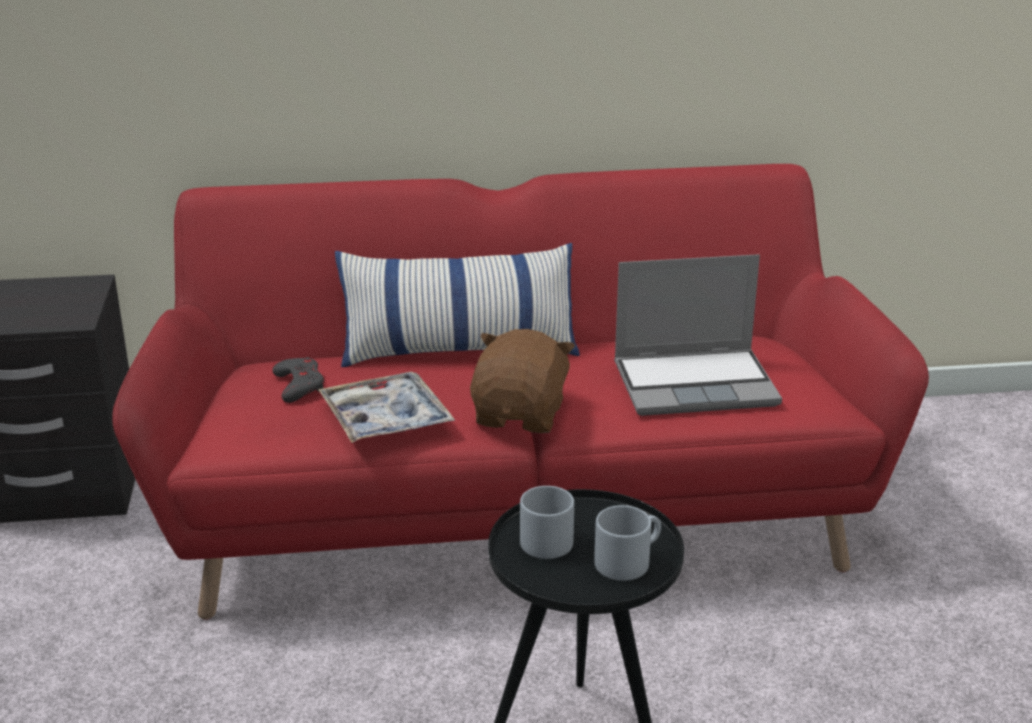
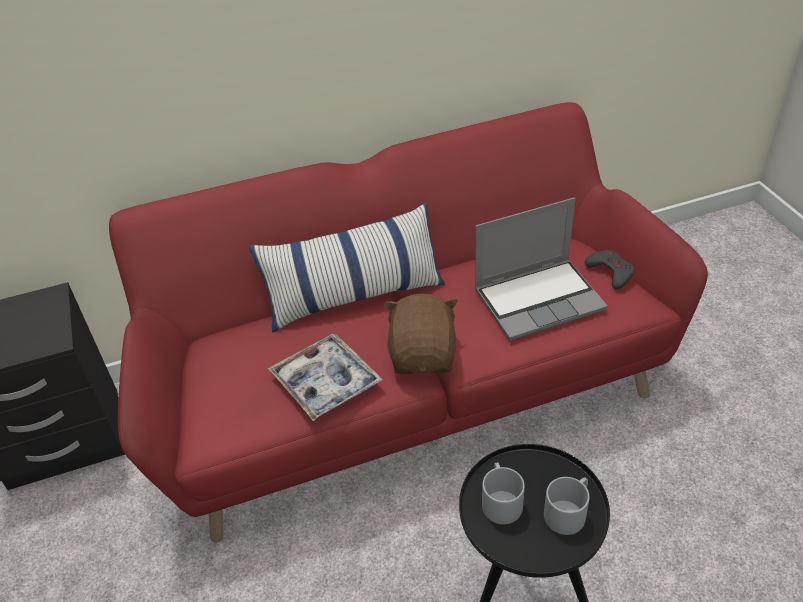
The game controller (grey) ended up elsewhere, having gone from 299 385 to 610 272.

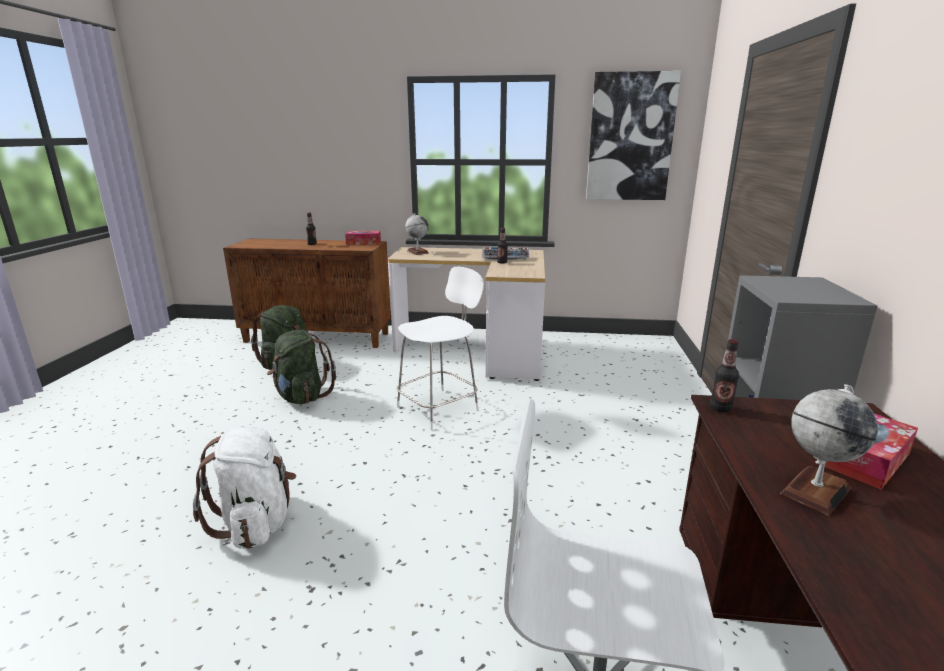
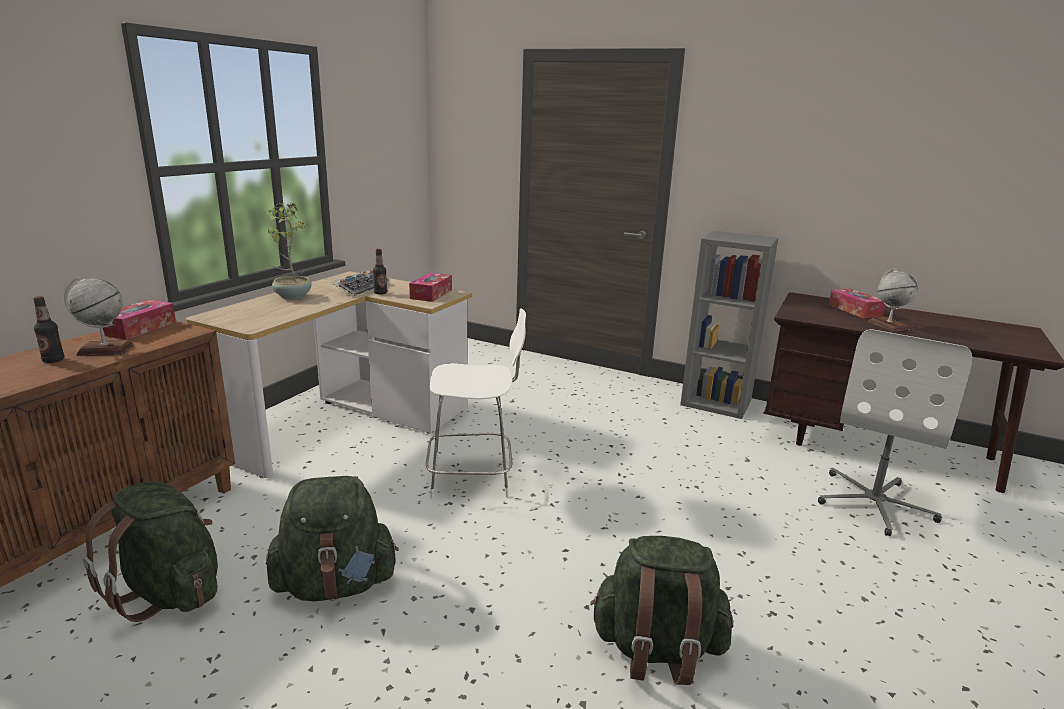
What was the backpack (white) at 256 522 turned into the backpack (green) at 657 650.
The chair (white) at 440 407 ended up facing another way, 105 degrees clockwise from before.
The globe ended up elsewhere, having gone from 417 252 to 105 350.
The second view lost the picture at 630 138.
The second view lost the bottle at 720 408.
The second view gained the potted plant at 292 296.
The second view gained the tissue box at 431 294.

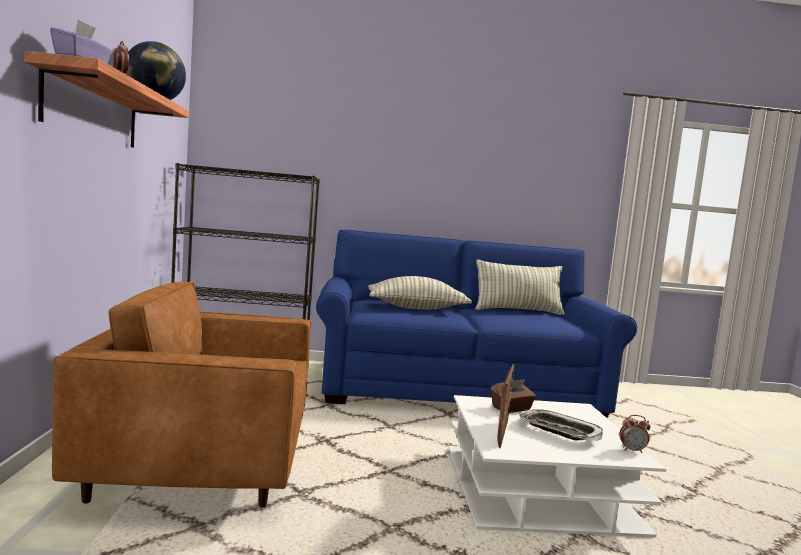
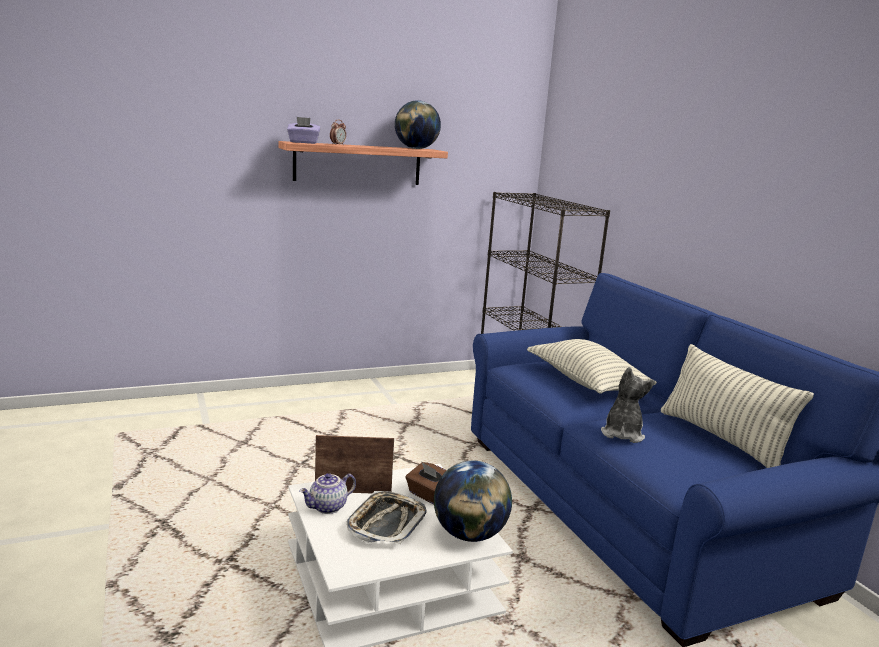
The second view lost the armchair (brown) at 203 469.
The second view lost the alarm clock at 632 450.
The second view gained the teapot at 328 507.
The second view gained the globe at 469 534.
The second view gained the plush toy at 622 434.

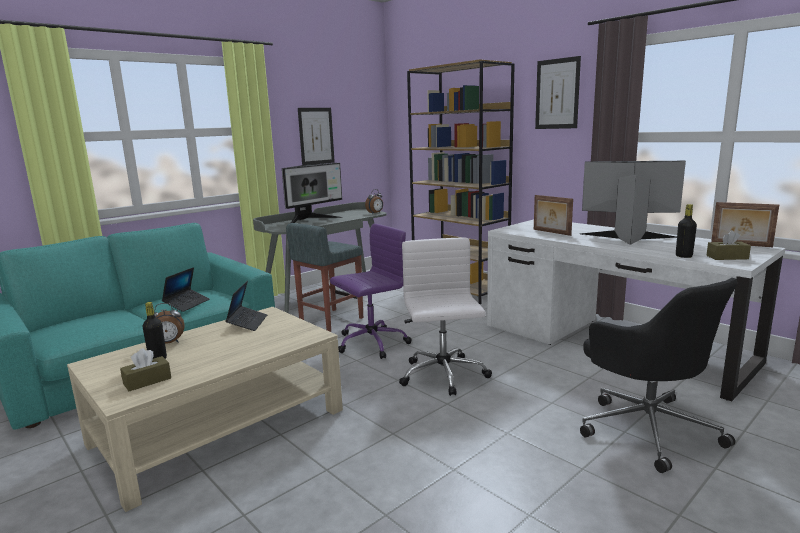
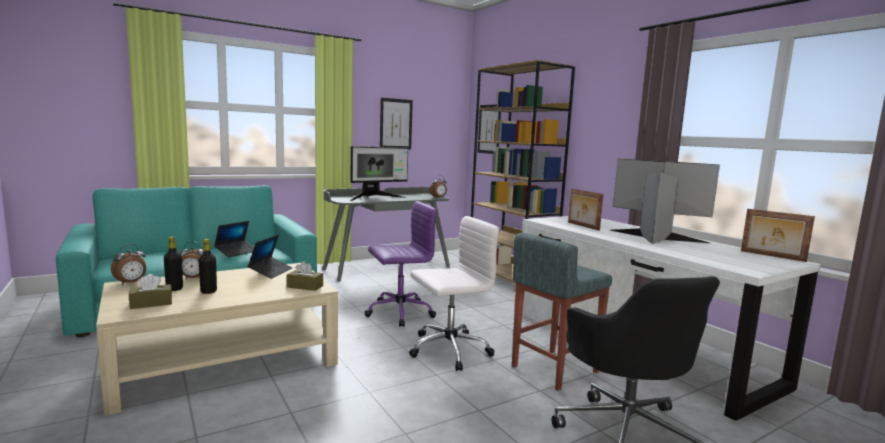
The stool (grey) ended up elsewhere, having gone from 330 320 to 553 369.
The office chair (white) at 443 376 ended up facing another way, 60 degrees clockwise from before.
The picture ended up elsewhere, having gone from 557 94 to 489 129.
The bottle (black) ended up elsewhere, having gone from 683 256 to 208 291.
The tissue box (brown) ended up elsewhere, having gone from 727 257 to 305 286.
The second view gained the alarm clock at 131 283.

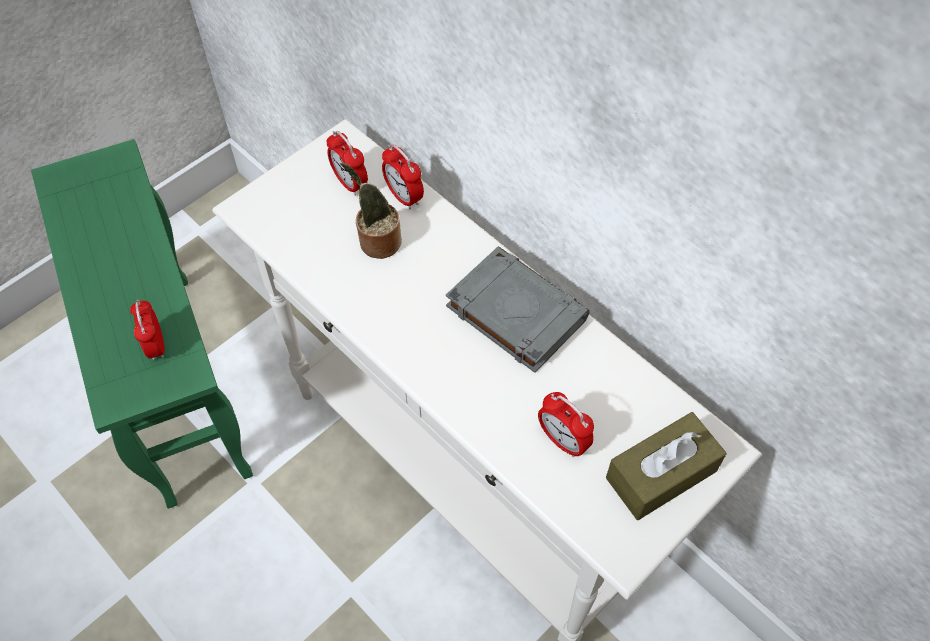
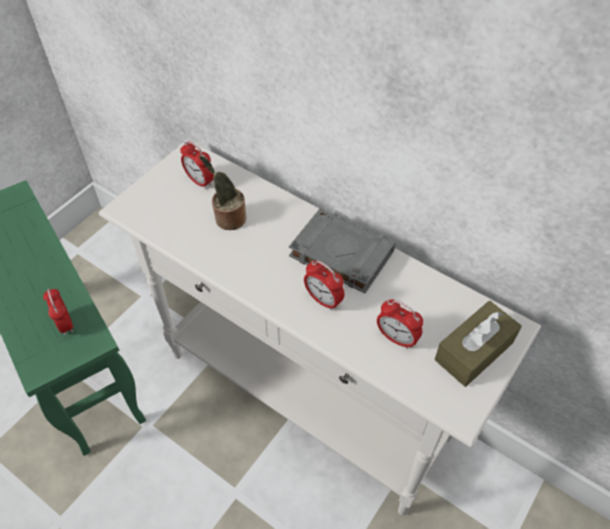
The alarm clock ended up elsewhere, having gone from 404 197 to 323 300.

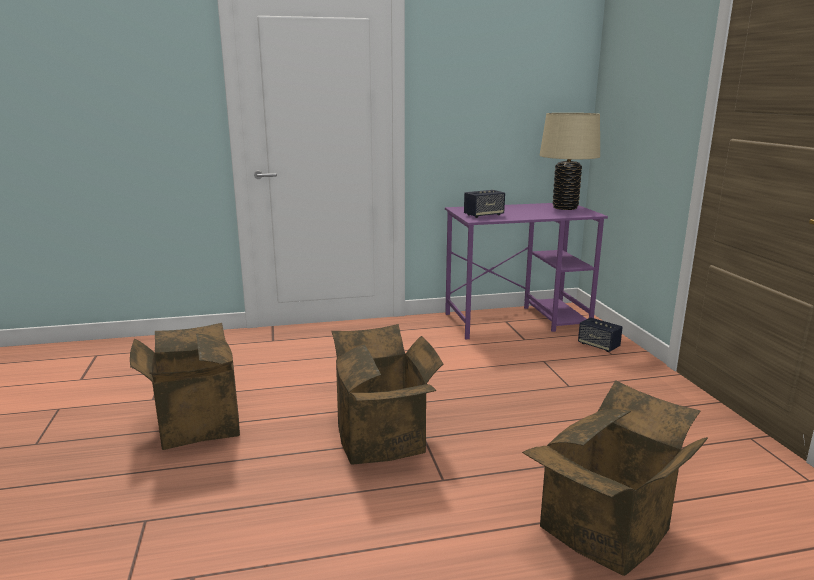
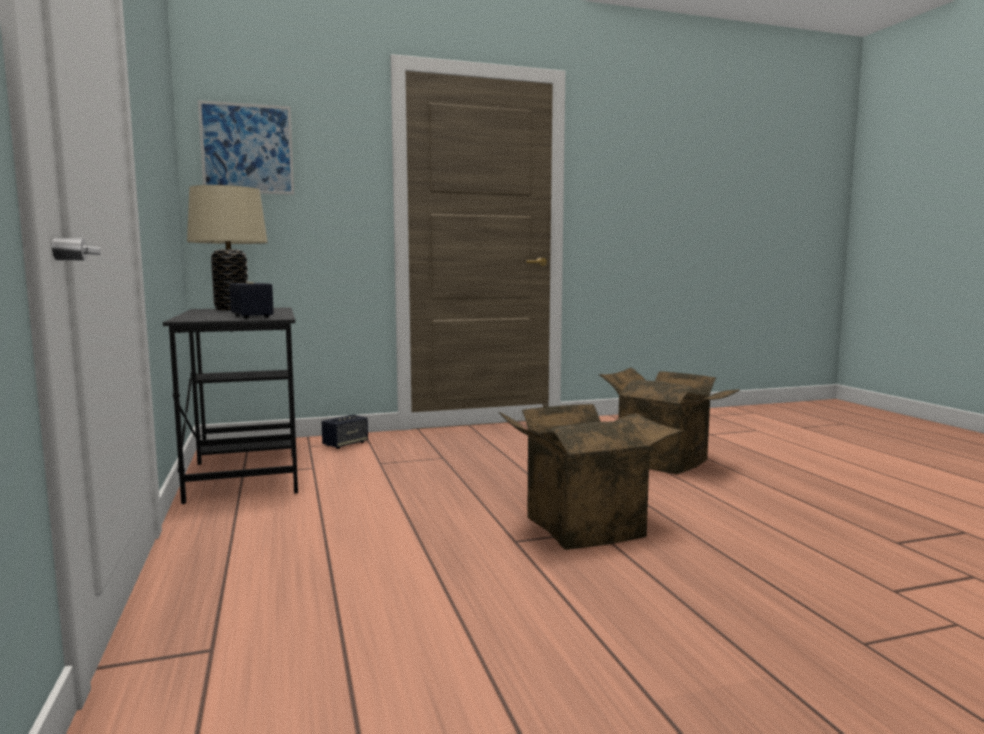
The second view lost the cardboard box at 195 425.
What was the desk (purple) at 518 321 turned into the desk (black) at 245 468.
The second view gained the picture at 247 149.

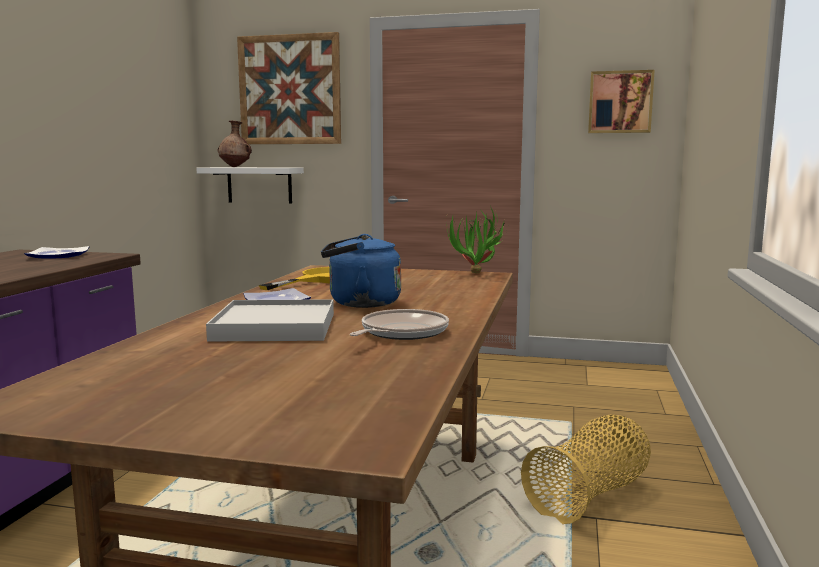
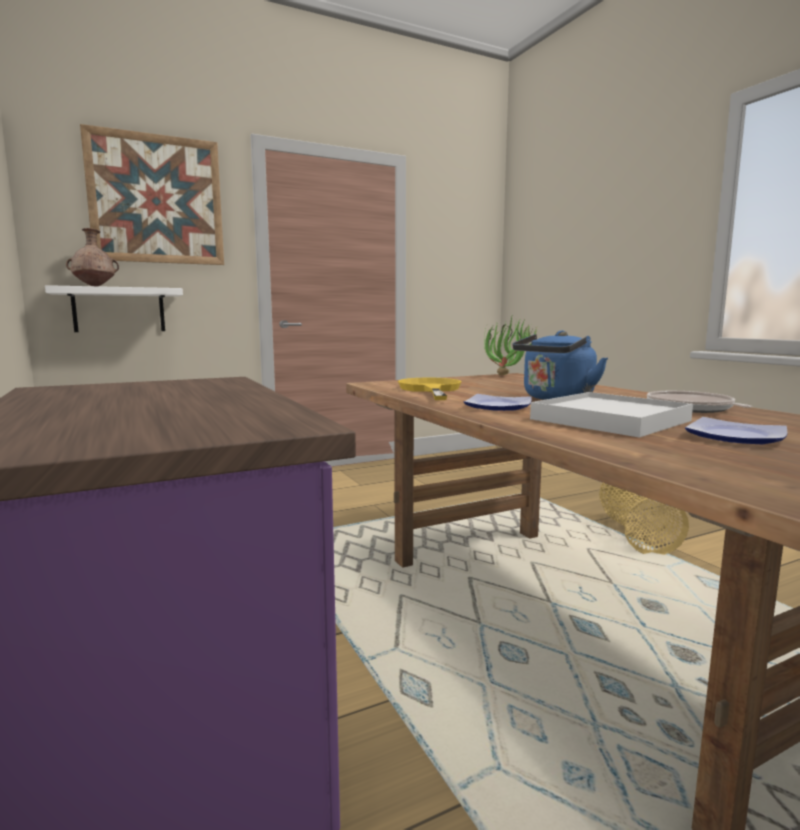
The plate ended up elsewhere, having gone from 59 255 to 733 436.
The second view lost the picture at 620 102.

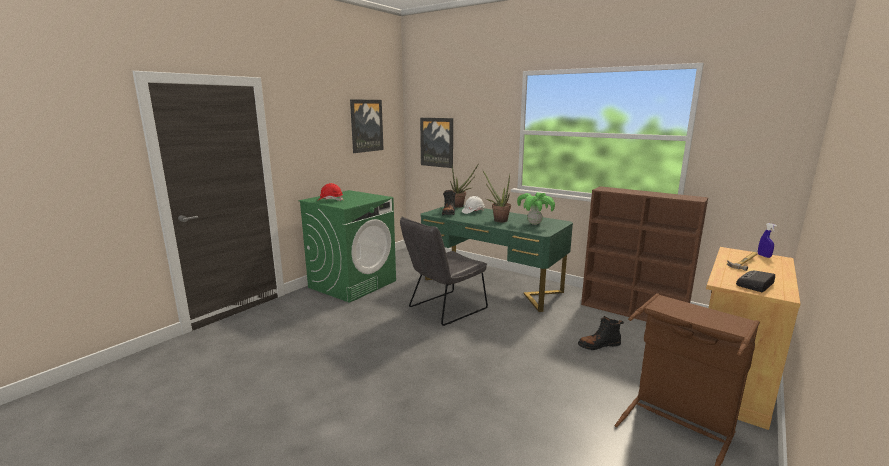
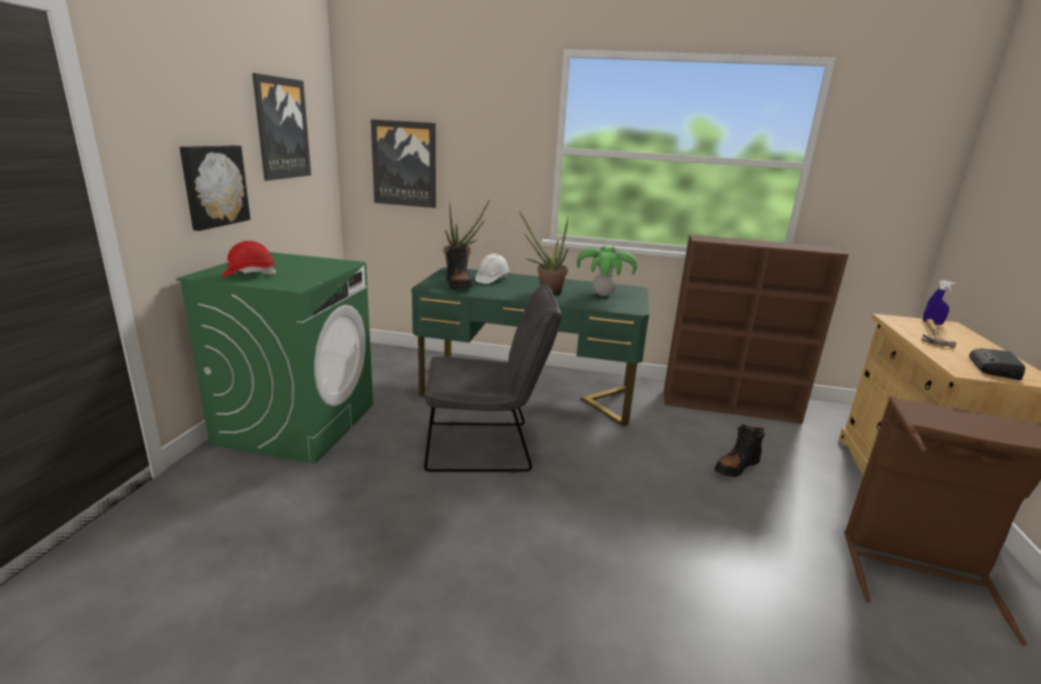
The chair (grey) at 443 309 ended up facing another way, 120 degrees counterclockwise from before.
The second view gained the picture at 214 186.

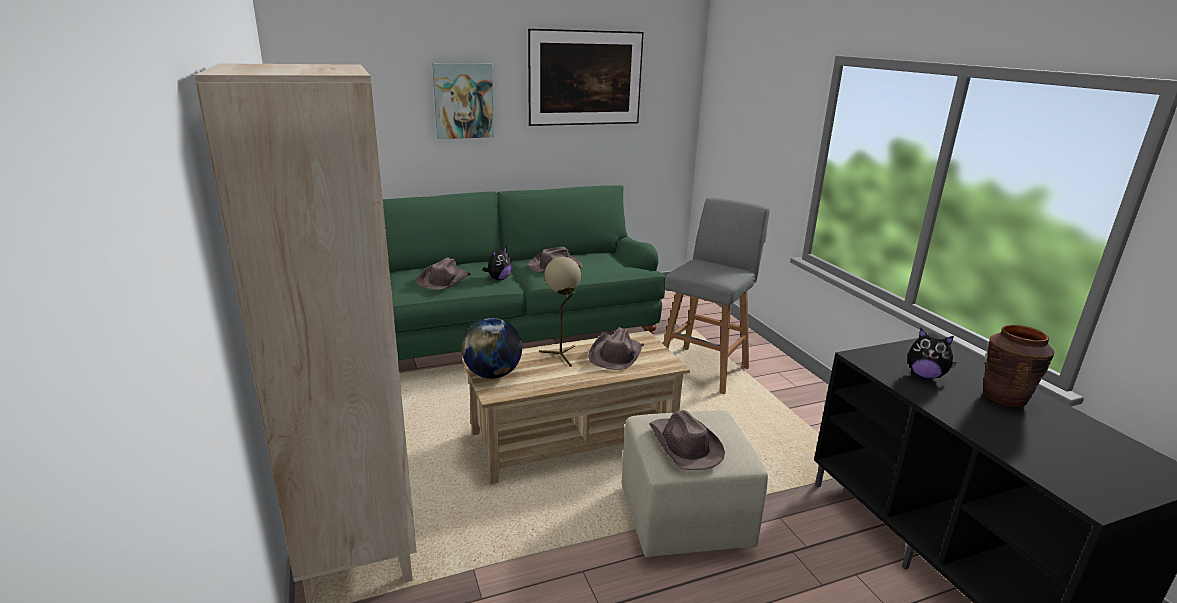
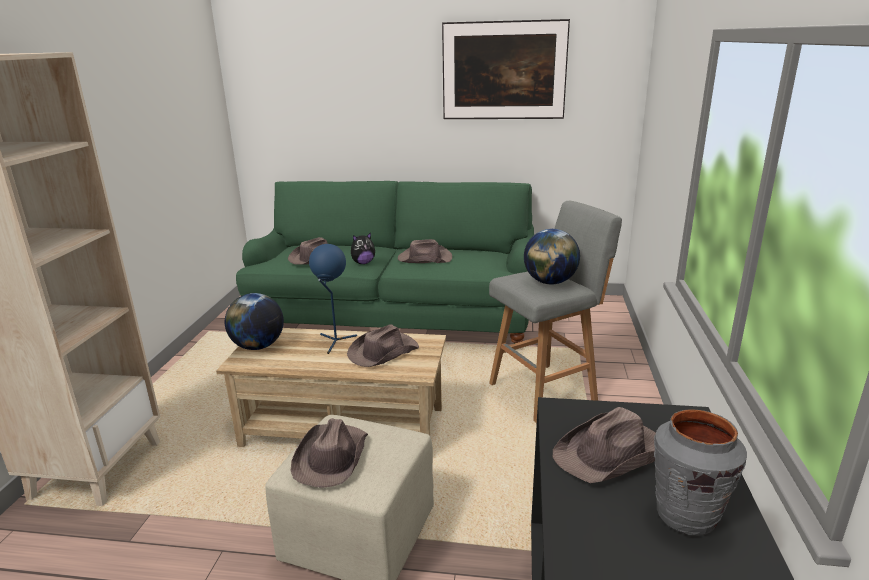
The second view lost the picture at 463 101.
What was the table lamp (beige) at 562 355 turned into the table lamp (blue) at 335 342.
Where the plush toy stood at 925 375, the hat (brown) came to stand at 612 454.
What was the vase (brown) at 1004 398 turned into the vase (grey) at 686 515.
The second view gained the globe at 550 282.

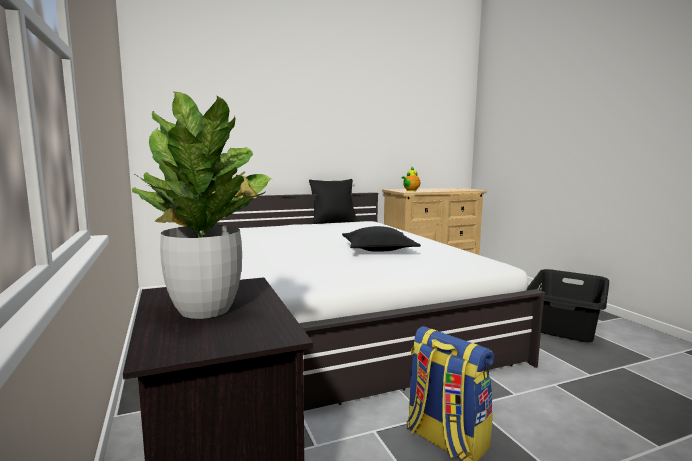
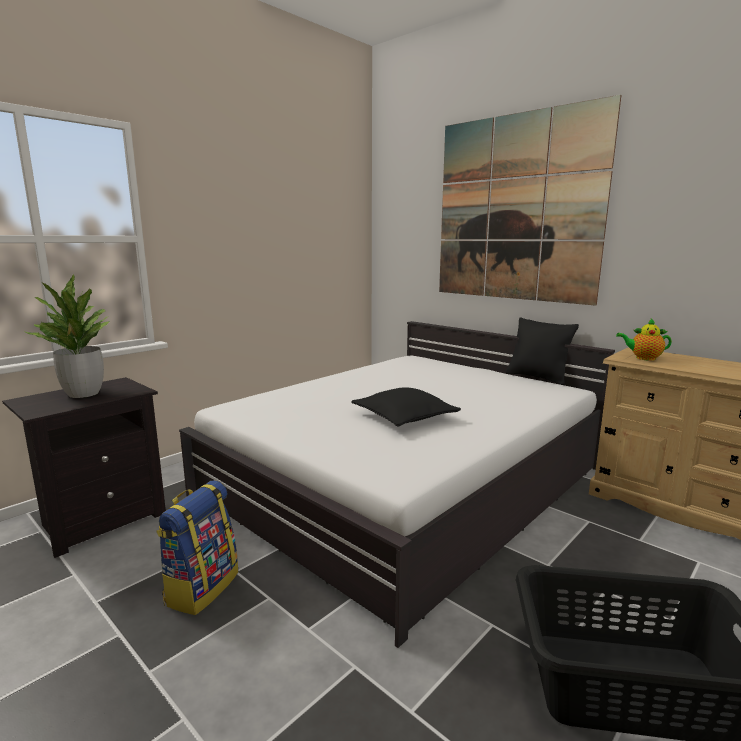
The second view gained the picture at 516 209.

